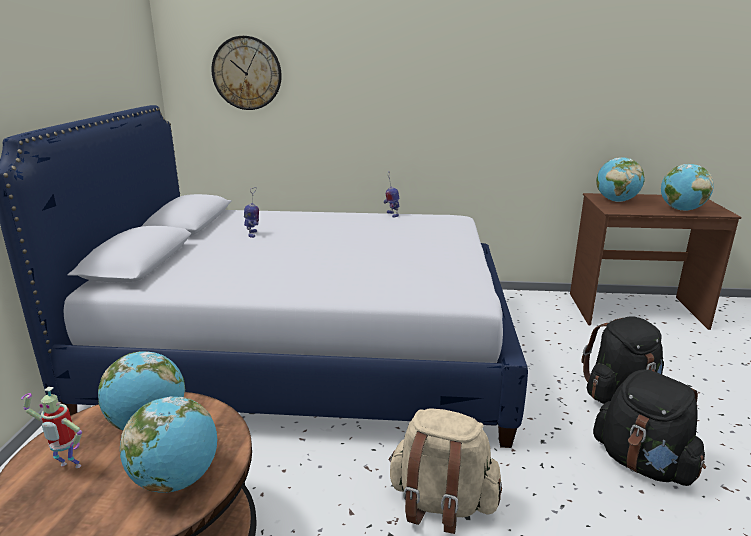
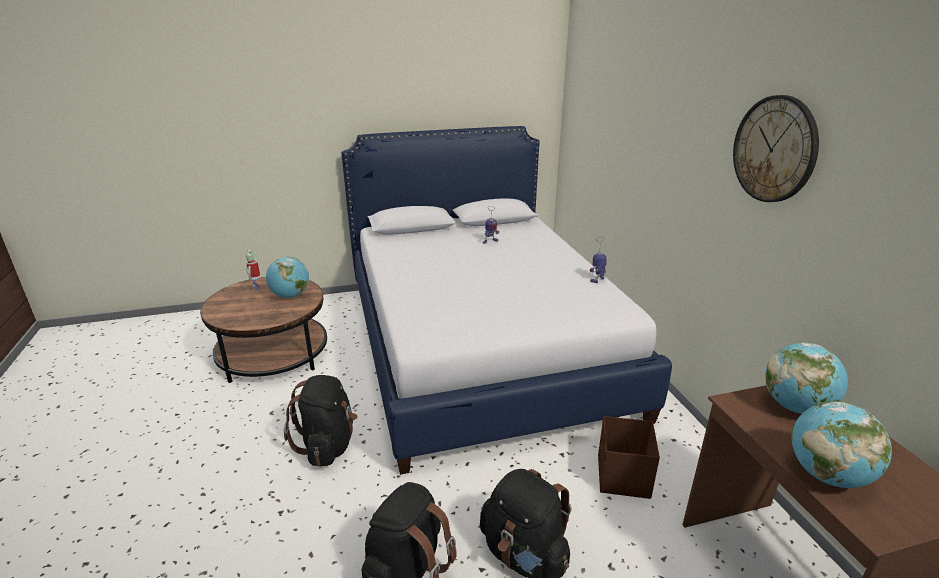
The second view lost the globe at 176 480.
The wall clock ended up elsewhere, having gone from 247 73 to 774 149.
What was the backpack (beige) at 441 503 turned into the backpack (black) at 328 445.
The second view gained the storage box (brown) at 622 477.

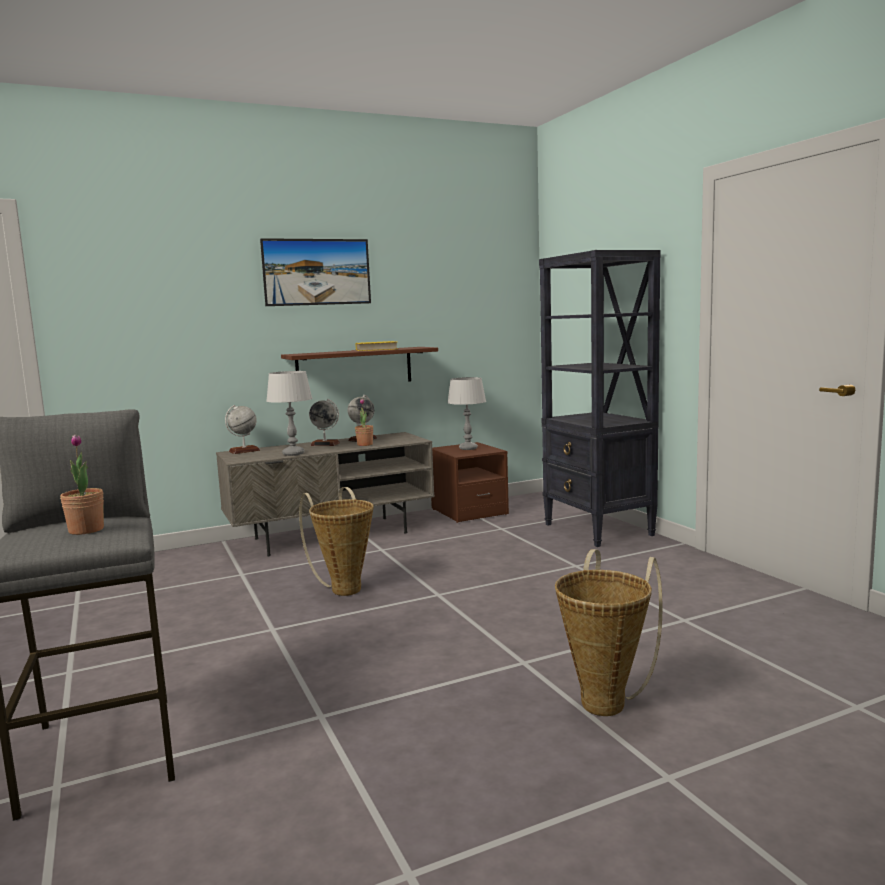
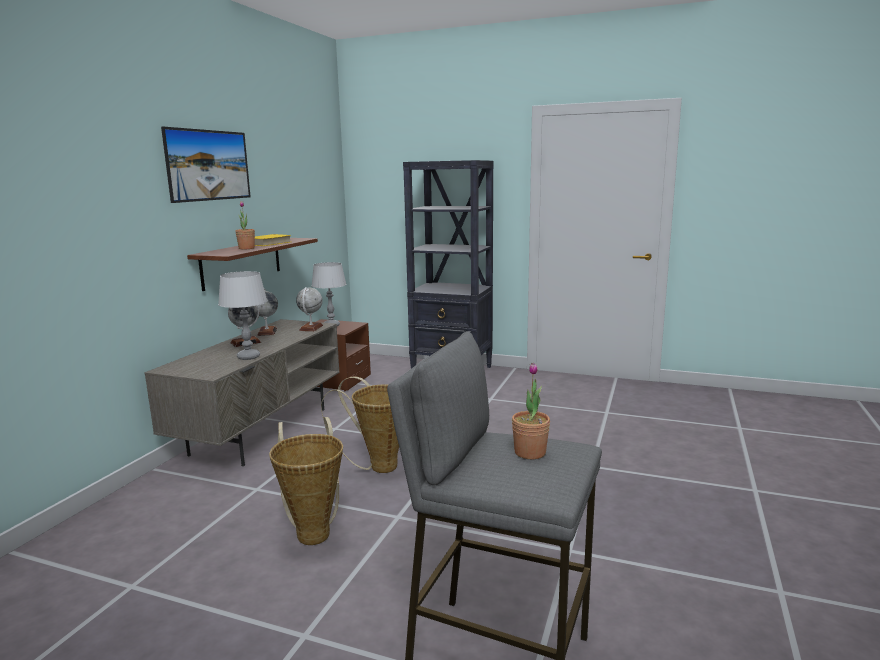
The globe ended up elsewhere, having gone from 244 451 to 311 328.
The potted plant ended up elsewhere, having gone from 365 444 to 246 248.
The basket ended up elsewhere, having gone from 607 700 to 313 531.

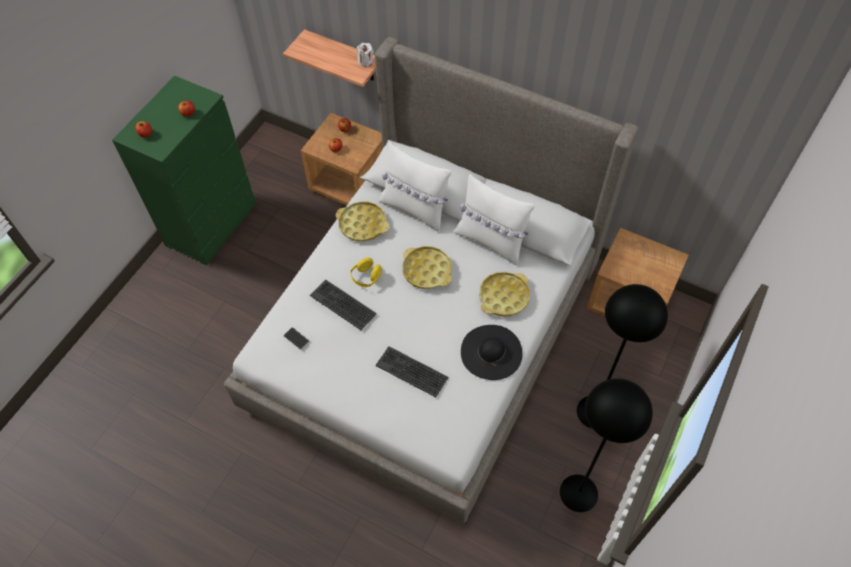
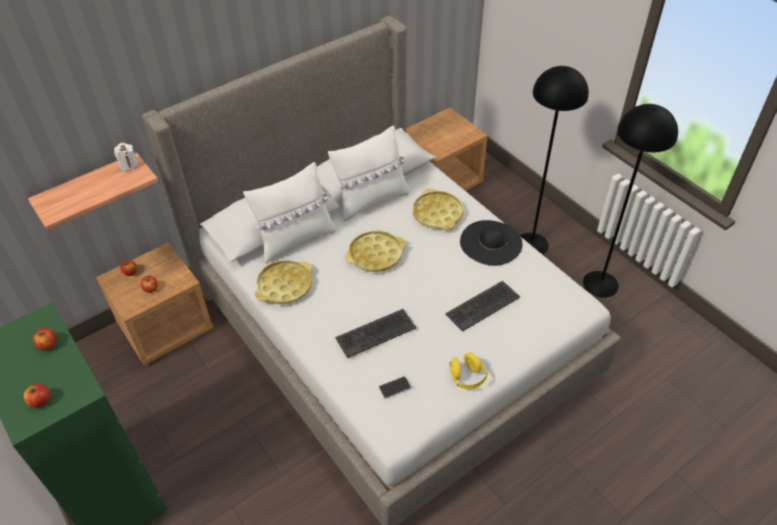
The headphones (yellow) ended up elsewhere, having gone from 366 278 to 467 378.

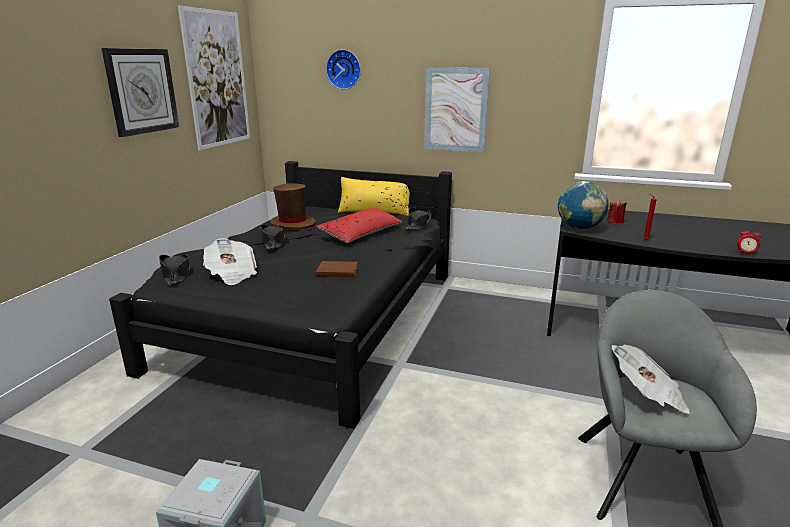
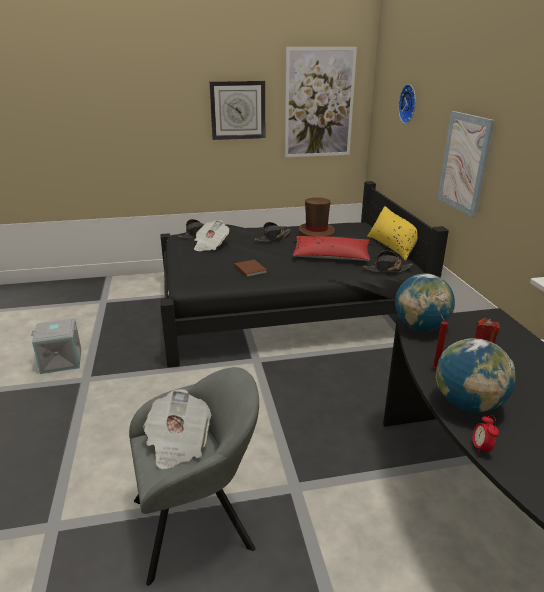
The second view gained the globe at 468 404.

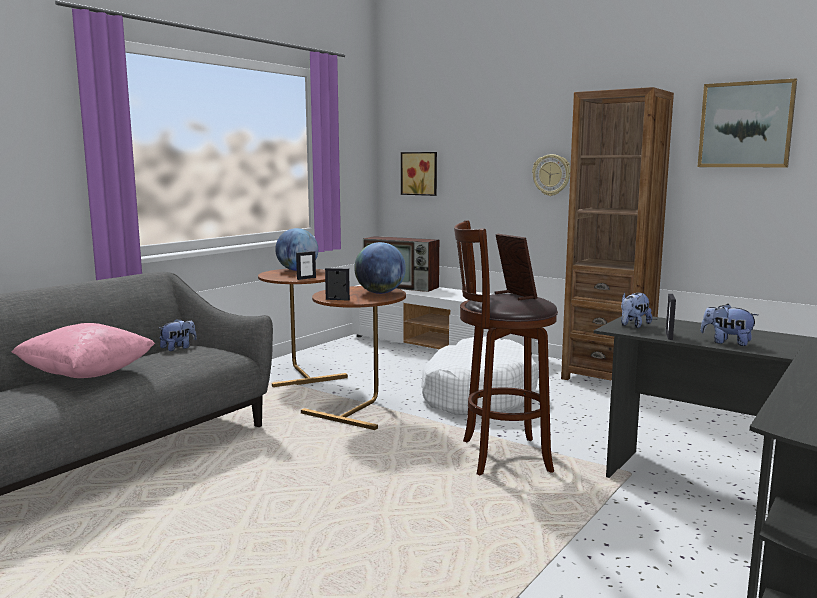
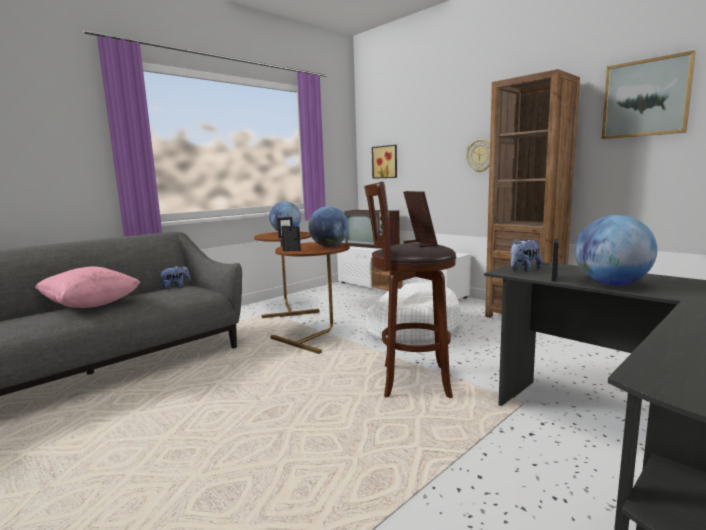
Where the plush toy stood at 727 342, the globe came to stand at 611 284.

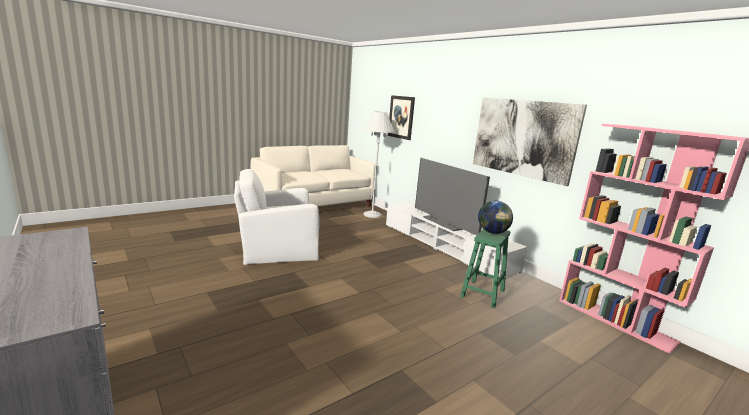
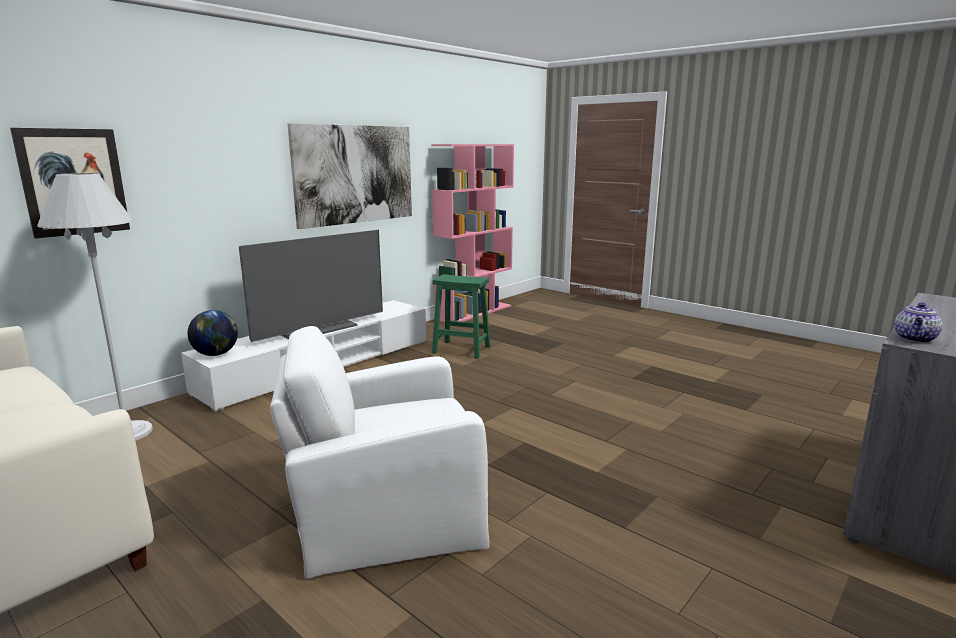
The armchair (white) at 277 248 ended up facing another way, 105 degrees clockwise from before.
The globe ended up elsewhere, having gone from 492 232 to 216 354.
The second view gained the teapot at 915 339.

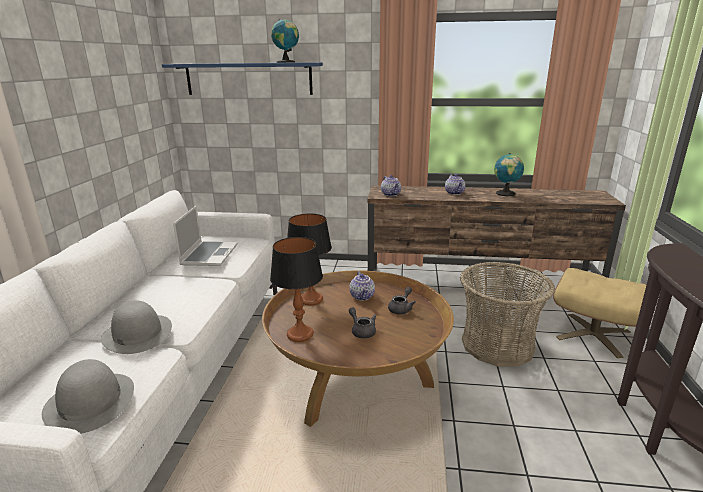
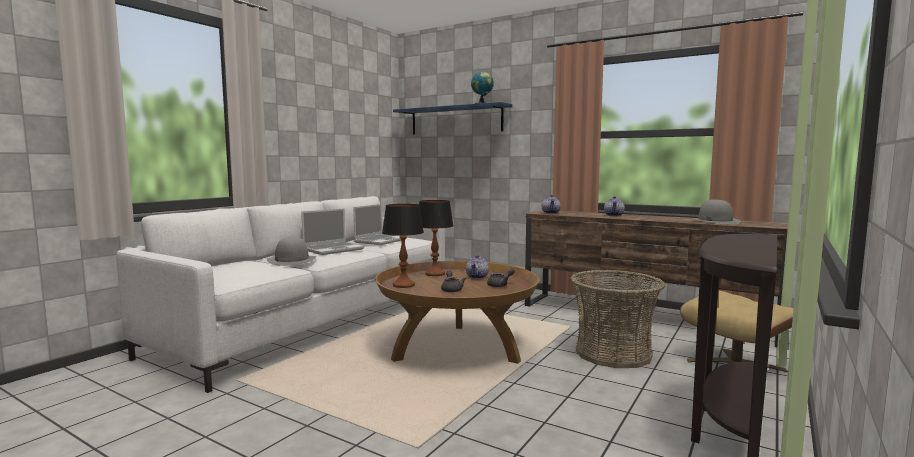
The hat (grey) ended up elsewhere, having gone from 90 401 to 714 221.
The second view lost the globe at 506 194.
The second view gained the laptop at 333 249.

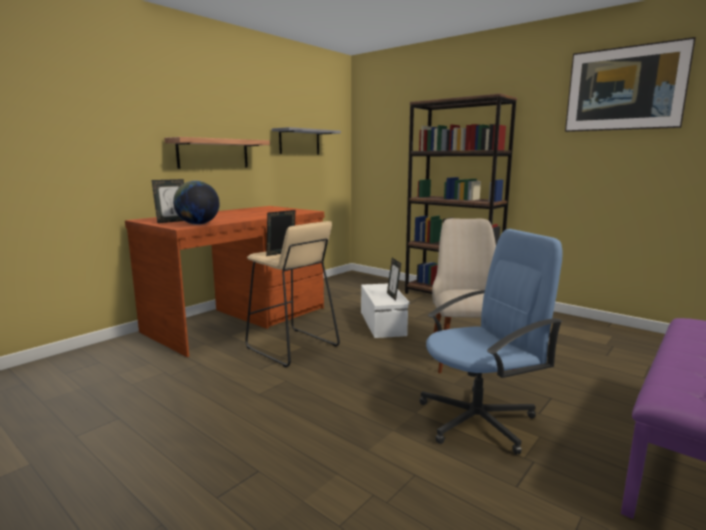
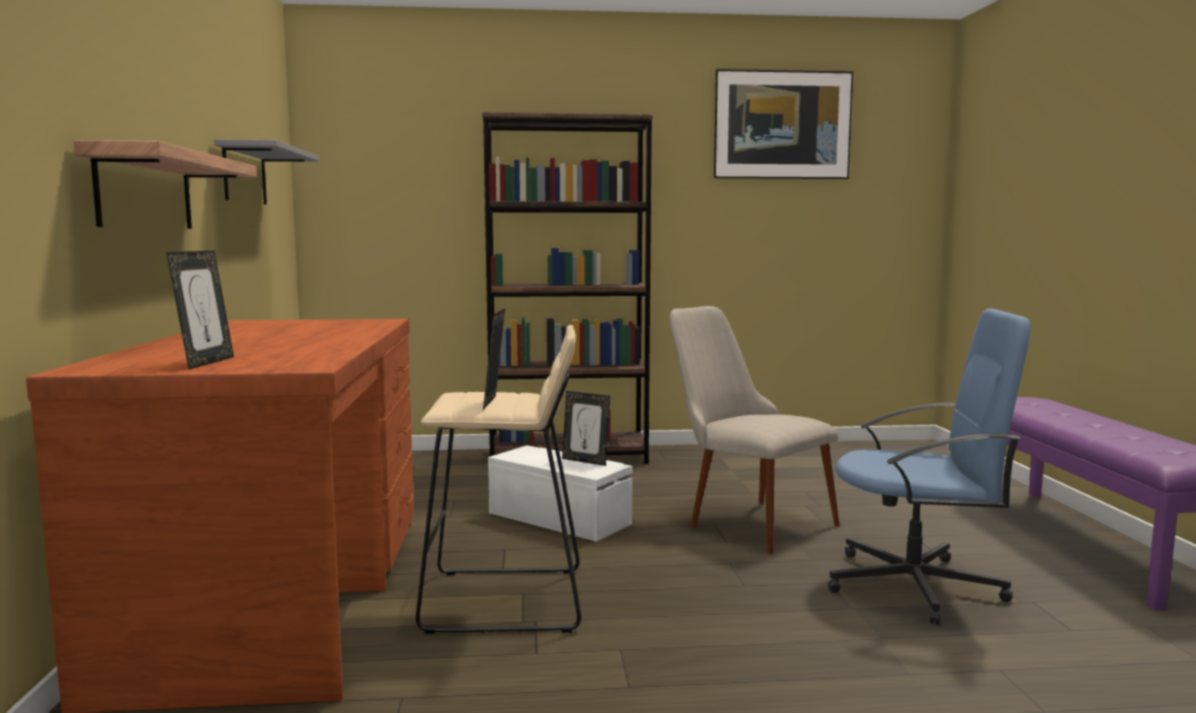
The second view lost the globe at 198 224.
The office chair (blue) at 478 420 ended up facing another way, 75 degrees clockwise from before.

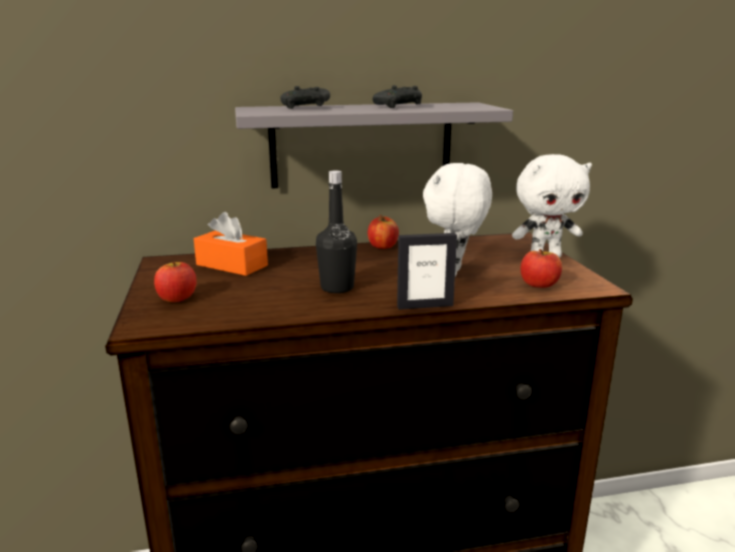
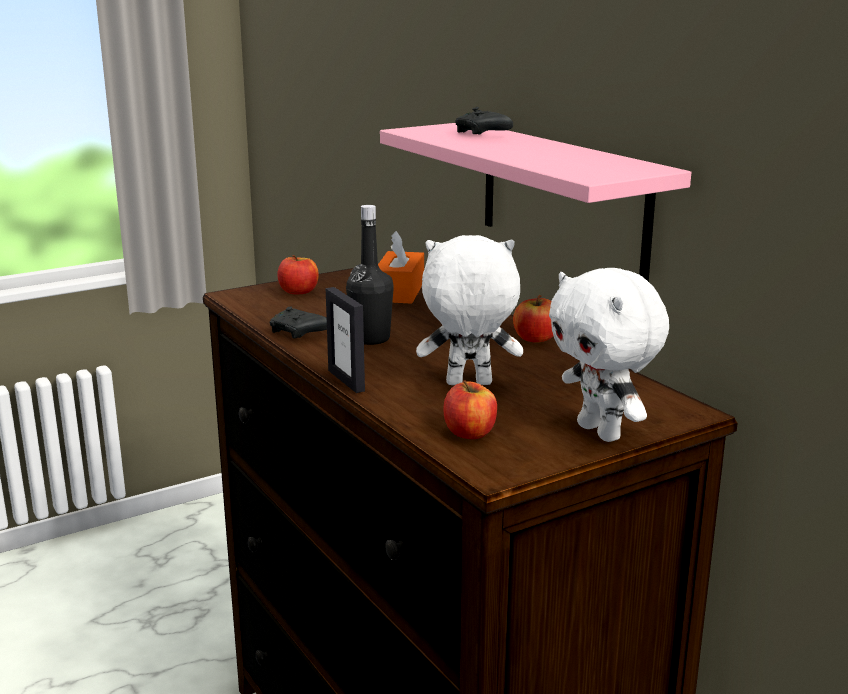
What was the shelf (grey) at 362 145 turned into the shelf (pink) at 562 197.
The game controller (black) ended up elsewhere, having gone from 400 106 to 299 333.

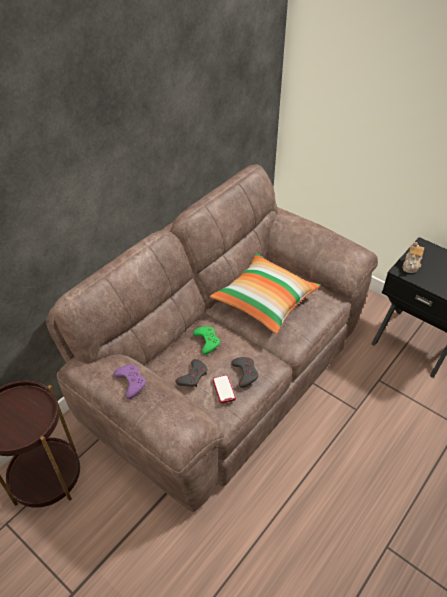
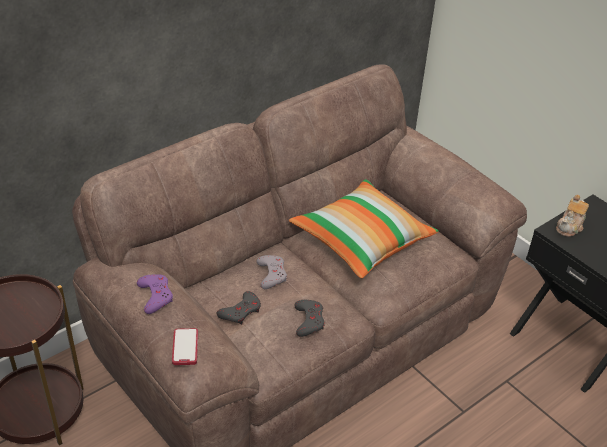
What was the game controller (green) at 207 341 turned into the game controller (grey) at 271 274.
The phone ended up elsewhere, having gone from 224 389 to 185 347.

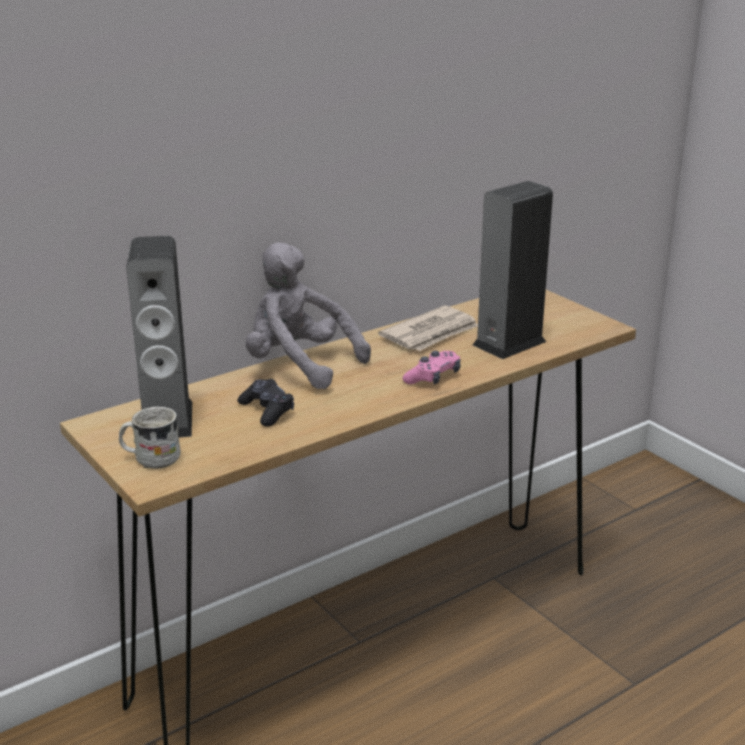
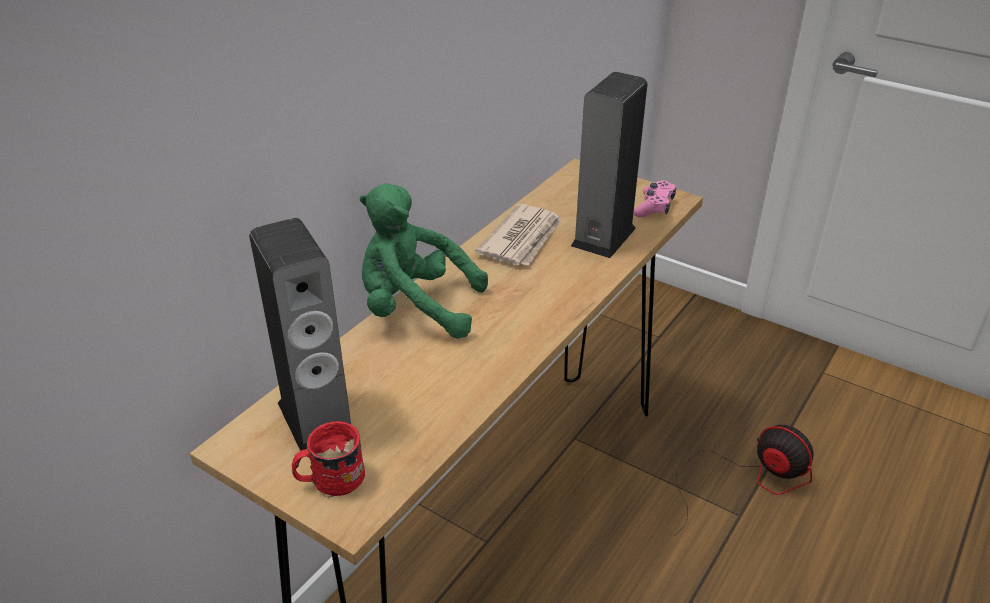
What was the mug (white) at 151 458 turned into the mug (red) at 330 481.
The second view lost the game controller (black) at 267 411.
What was the plush toy (grey) at 299 365 turned into the plush toy (green) at 415 308.
The game controller (pink) ended up elsewhere, having gone from 433 377 to 654 207.
The second view gained the fan at 748 480.

